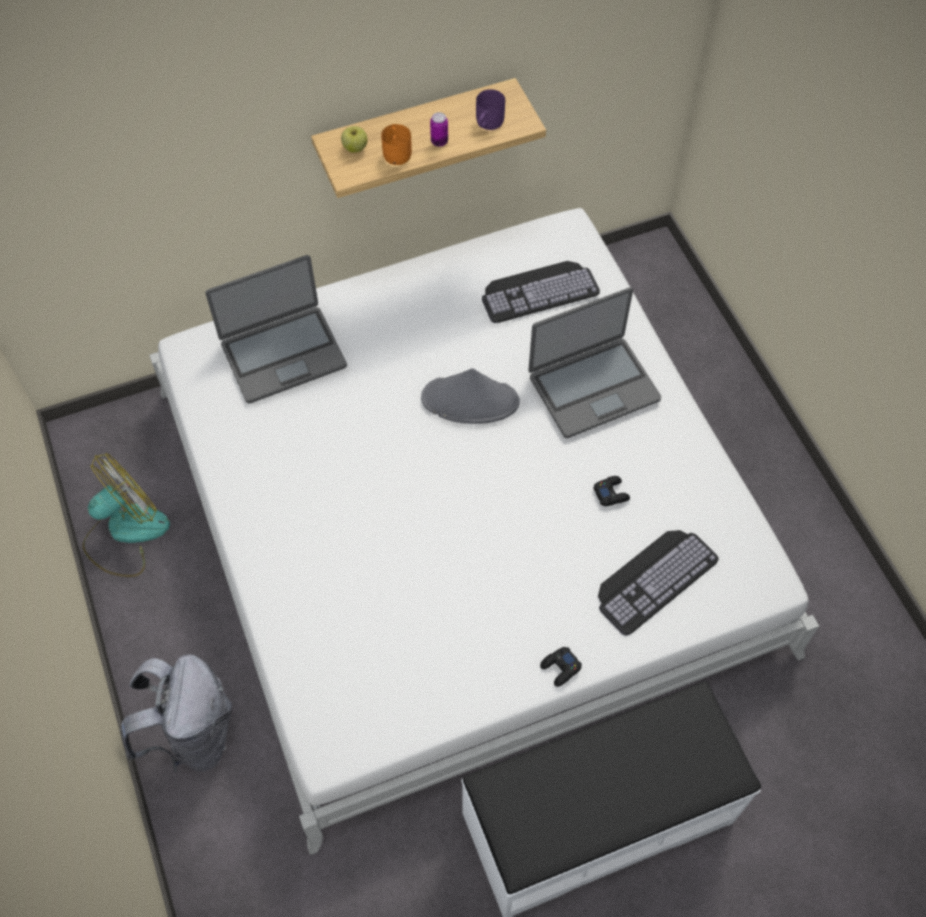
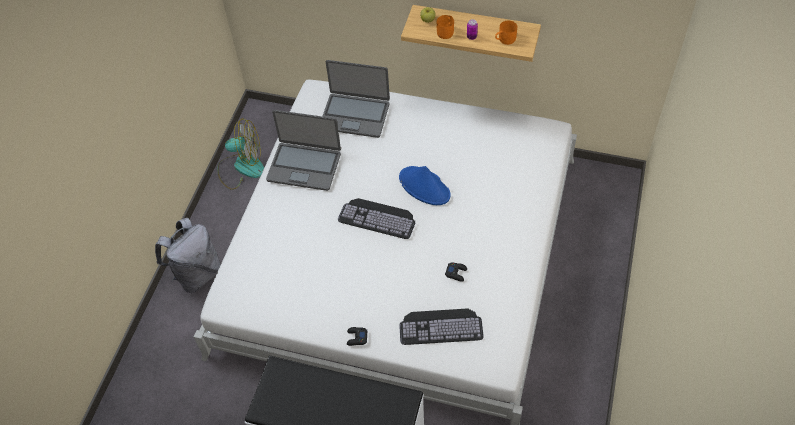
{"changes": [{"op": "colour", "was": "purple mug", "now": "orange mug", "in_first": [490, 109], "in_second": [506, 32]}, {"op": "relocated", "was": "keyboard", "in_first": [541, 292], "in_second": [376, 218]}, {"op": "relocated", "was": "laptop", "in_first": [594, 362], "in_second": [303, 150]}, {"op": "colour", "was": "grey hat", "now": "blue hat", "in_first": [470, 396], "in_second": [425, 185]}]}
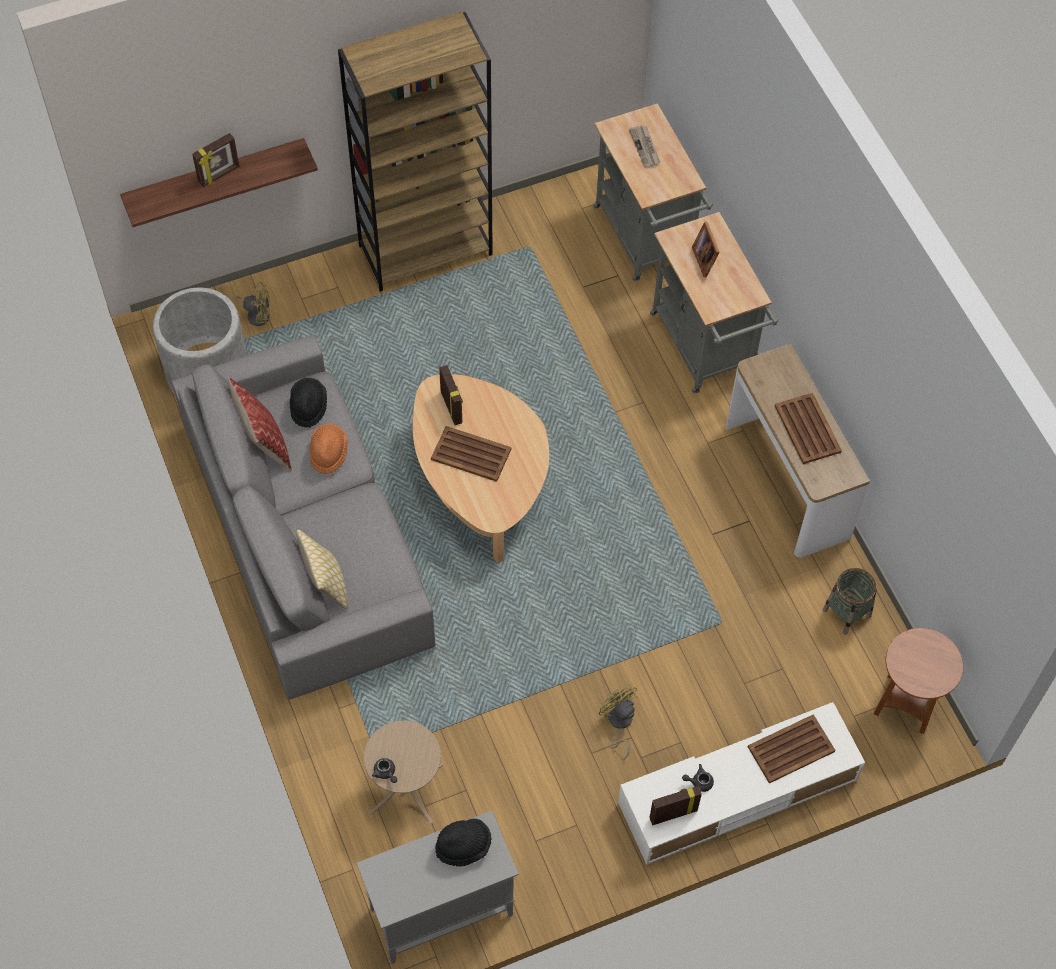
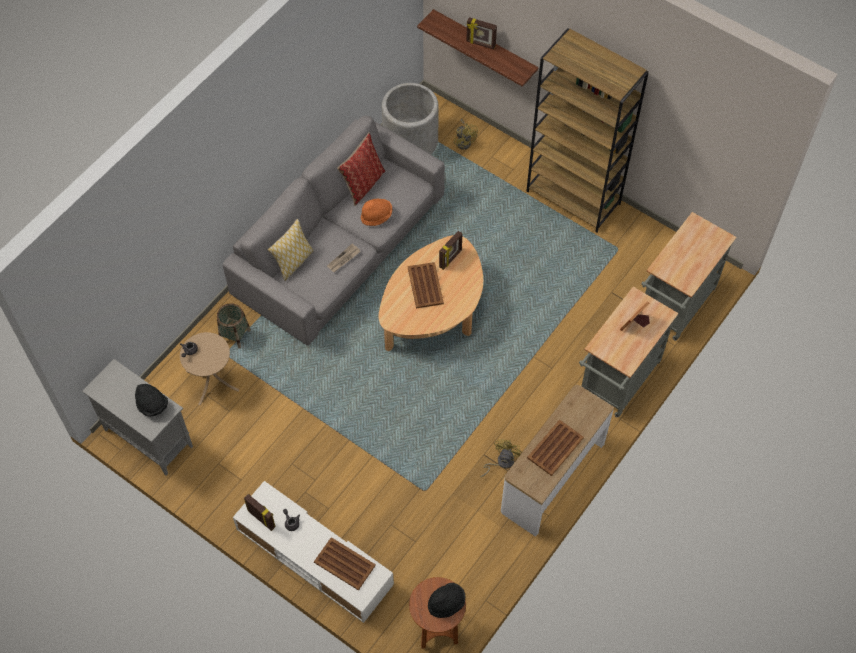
{"changes": [{"op": "relocated", "was": "newspaper", "in_first": [644, 146], "in_second": [343, 258]}, {"op": "relocated", "was": "black hat", "in_first": [308, 403], "in_second": [446, 600]}, {"op": "relocated", "was": "basket", "in_first": [850, 601], "in_second": [234, 326]}, {"op": "relocated", "was": "yellow fan", "in_first": [618, 722], "in_second": [501, 458]}]}
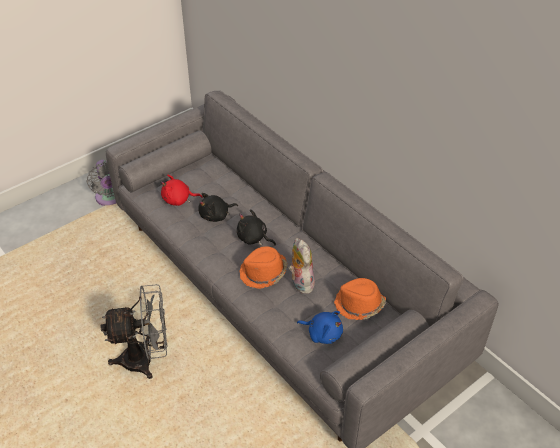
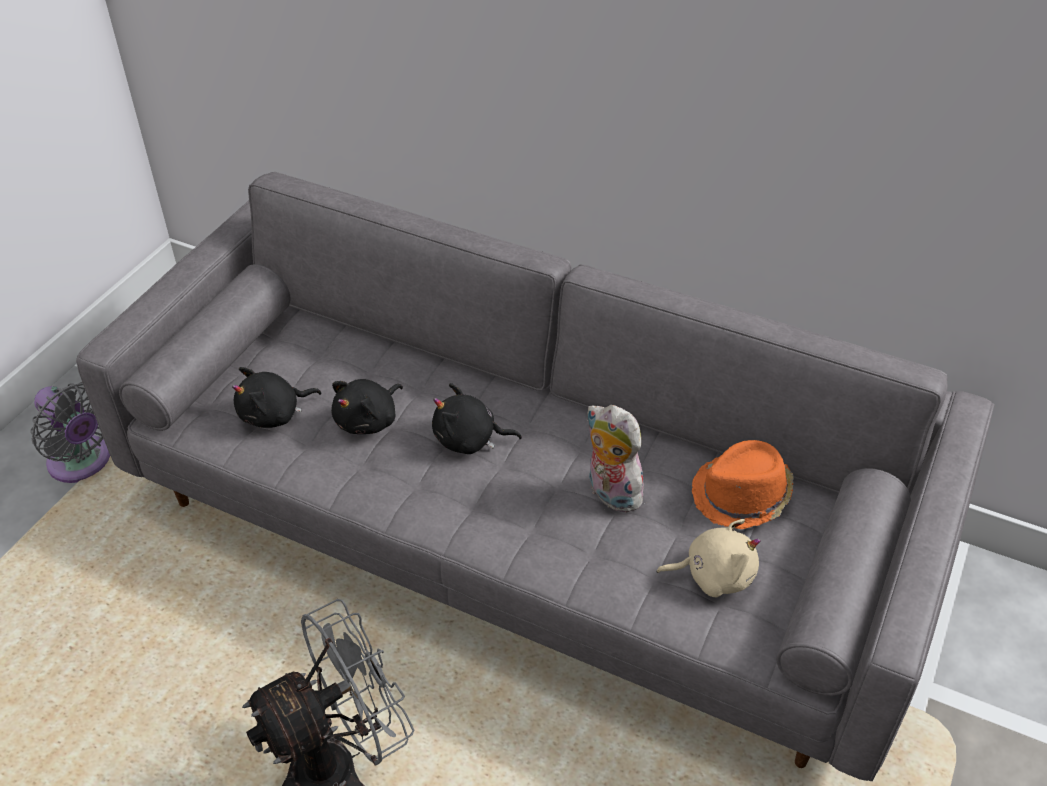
{"changes": [{"op": "colour", "was": "red plush toy", "now": "black plush toy", "in_first": [182, 190], "in_second": [277, 397]}, {"op": "missing", "was": "orange hat", "in_first": [263, 267]}, {"op": "colour", "was": "blue plush toy", "now": "beige plush toy", "in_first": [320, 327], "in_second": [708, 558]}]}
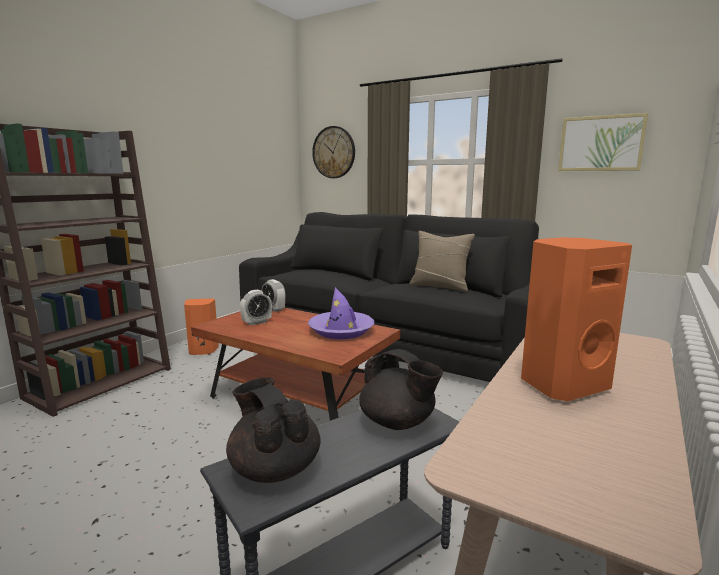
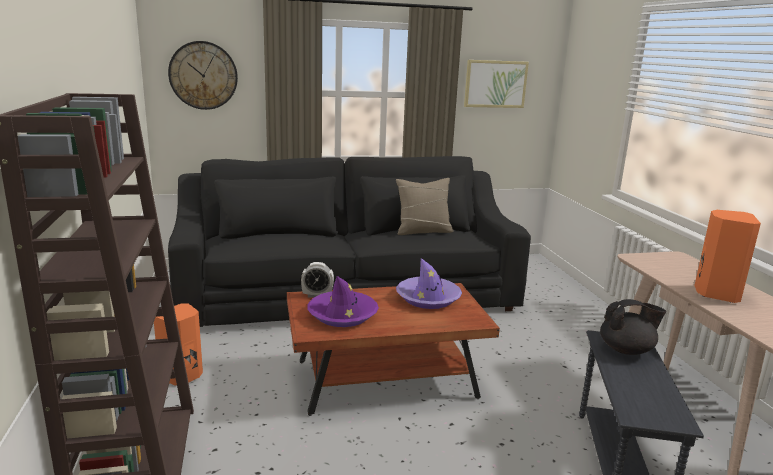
{"changes": [{"op": "exchanged", "was": "alarm clock", "now": "purple hat", "in_first": [256, 308], "in_second": [343, 301]}, {"op": "missing", "was": "black teapot", "in_first": [273, 430]}]}
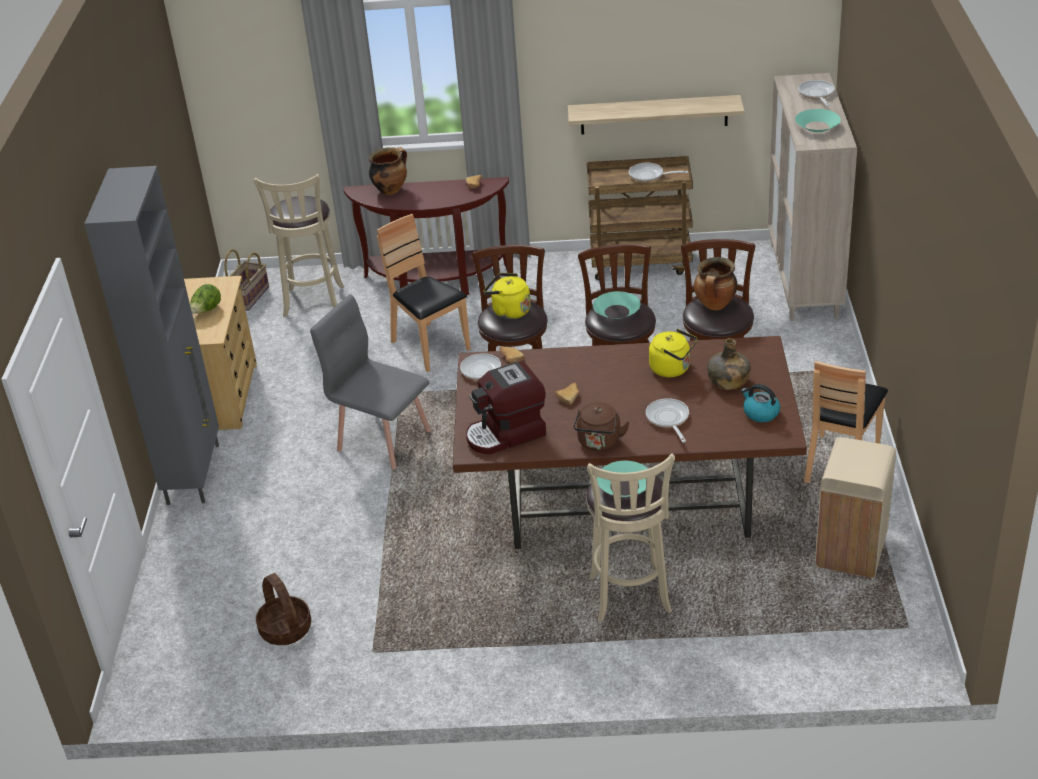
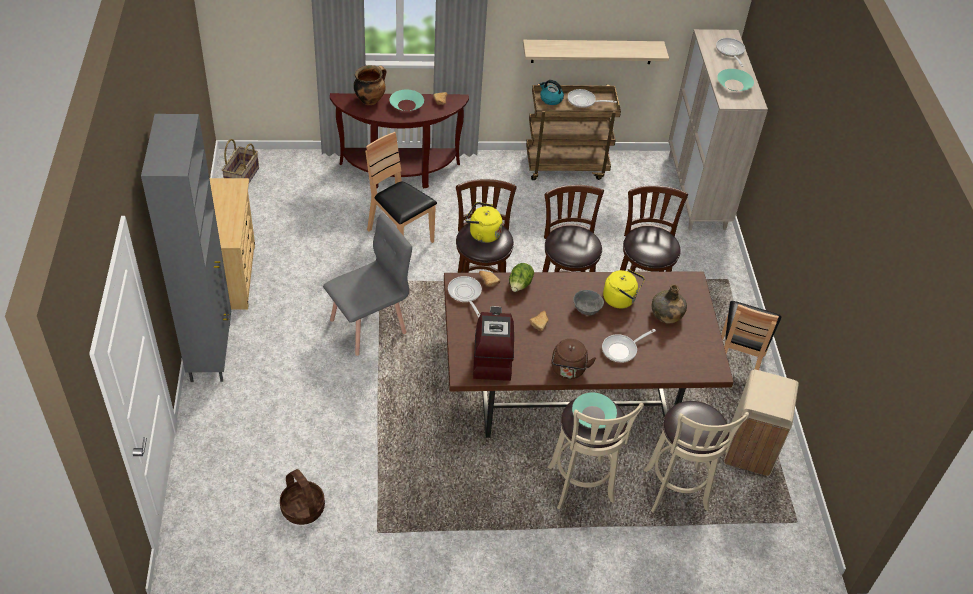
{"changes": [{"op": "relocated", "was": "beige stool", "in_first": [299, 245], "in_second": [696, 456]}, {"op": "missing", "was": "cooking pot", "in_first": [715, 283]}, {"op": "relocated", "was": "lettuce", "in_first": [205, 299], "in_second": [521, 277]}, {"op": "relocated", "was": "turquoise bowl", "in_first": [617, 305], "in_second": [407, 100]}, {"op": "spun", "was": "grey chair", "in_first": [370, 381], "in_second": [367, 284], "clockwise": 120}, {"op": "spun", "was": "coffee machine", "in_first": [506, 407], "in_second": [493, 343], "clockwise": 120}, {"op": "relocated", "was": "kettle", "in_first": [760, 403], "in_second": [552, 92]}, {"op": "spun", "was": "frying pan", "in_first": [667, 420], "in_second": [629, 346], "clockwise": -105}, {"op": "appeared", "now": "grey bowl", "in_second": [588, 302]}]}
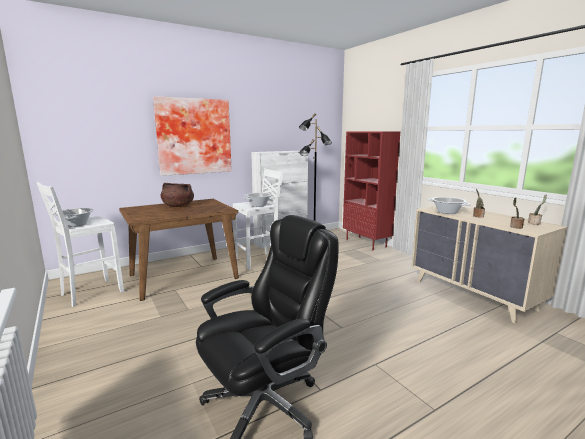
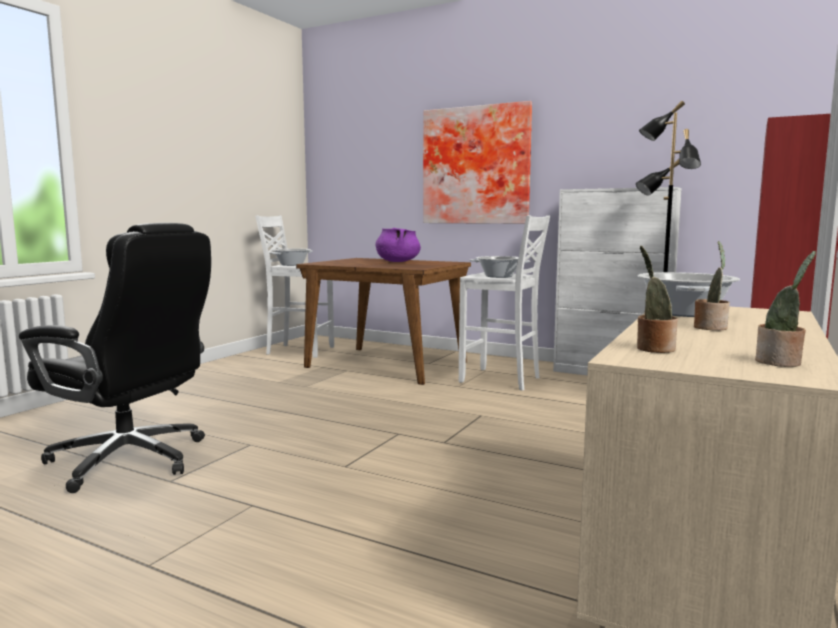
{"changes": [{"op": "colour", "was": "brown cooking pot", "now": "purple cooking pot", "in_first": [177, 195], "in_second": [398, 245]}]}
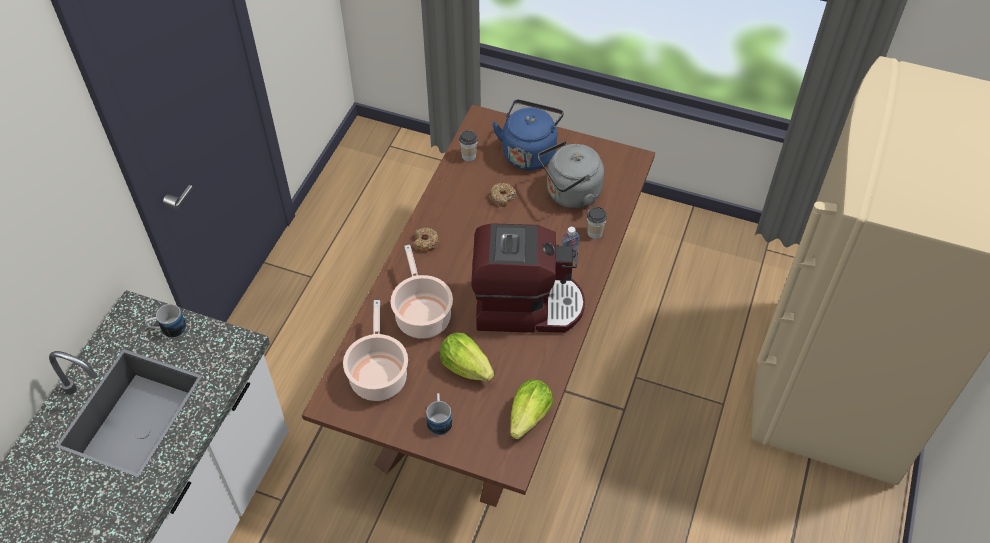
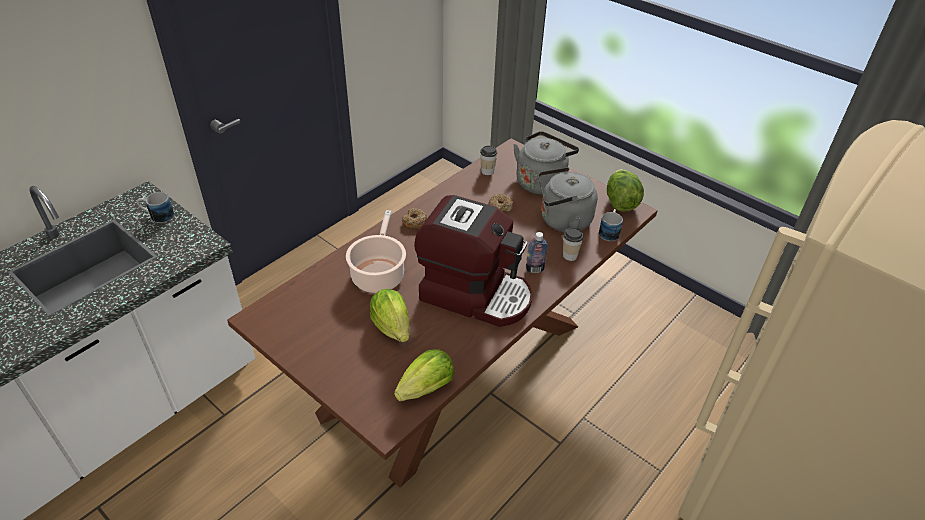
{"changes": [{"op": "colour", "was": "blue kettle", "now": "grey kettle", "in_first": [528, 135], "in_second": [546, 163]}, {"op": "missing", "was": "cooking pot", "in_first": [375, 350]}, {"op": "relocated", "was": "mug", "in_first": [439, 414], "in_second": [611, 225]}, {"op": "appeared", "now": "lettuce", "in_second": [625, 190]}]}
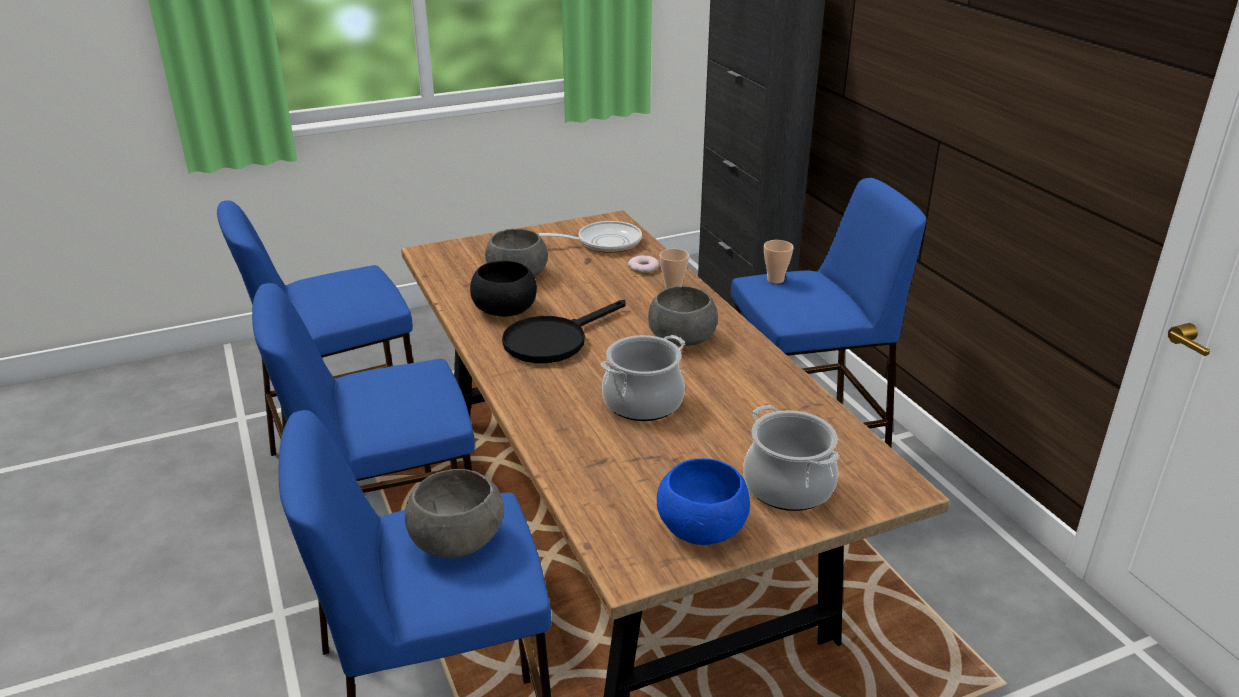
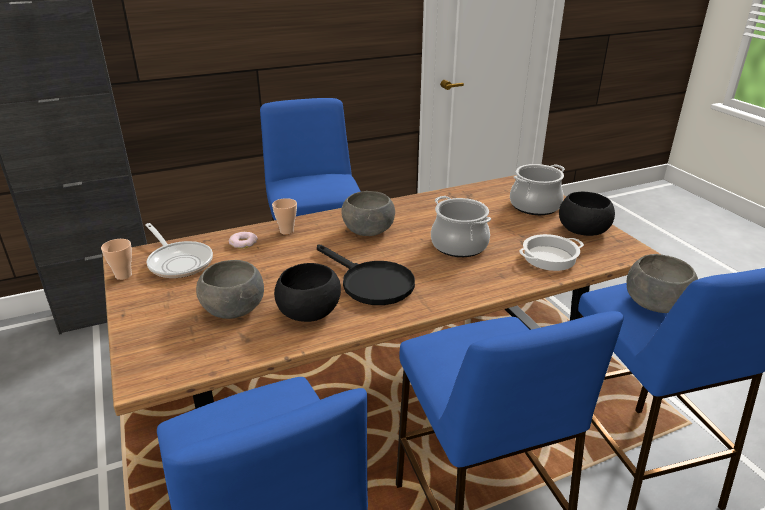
{"changes": [{"op": "spun", "was": "frying pan", "in_first": [589, 237], "in_second": [179, 250], "clockwise": 150}, {"op": "relocated", "was": "cup", "in_first": [779, 262], "in_second": [116, 259]}, {"op": "colour", "was": "blue bowl", "now": "black bowl", "in_first": [703, 501], "in_second": [587, 214]}, {"op": "appeared", "now": "cooking pot", "in_second": [551, 252]}]}
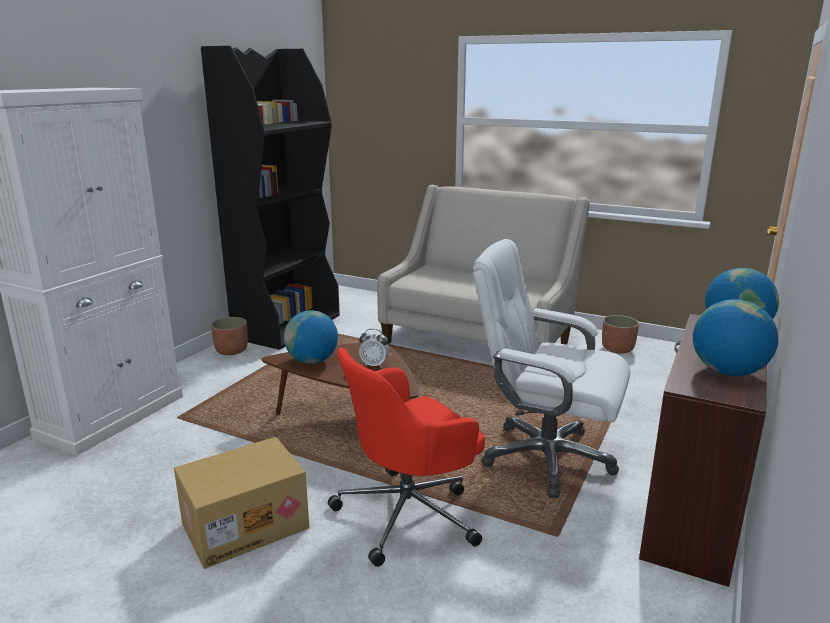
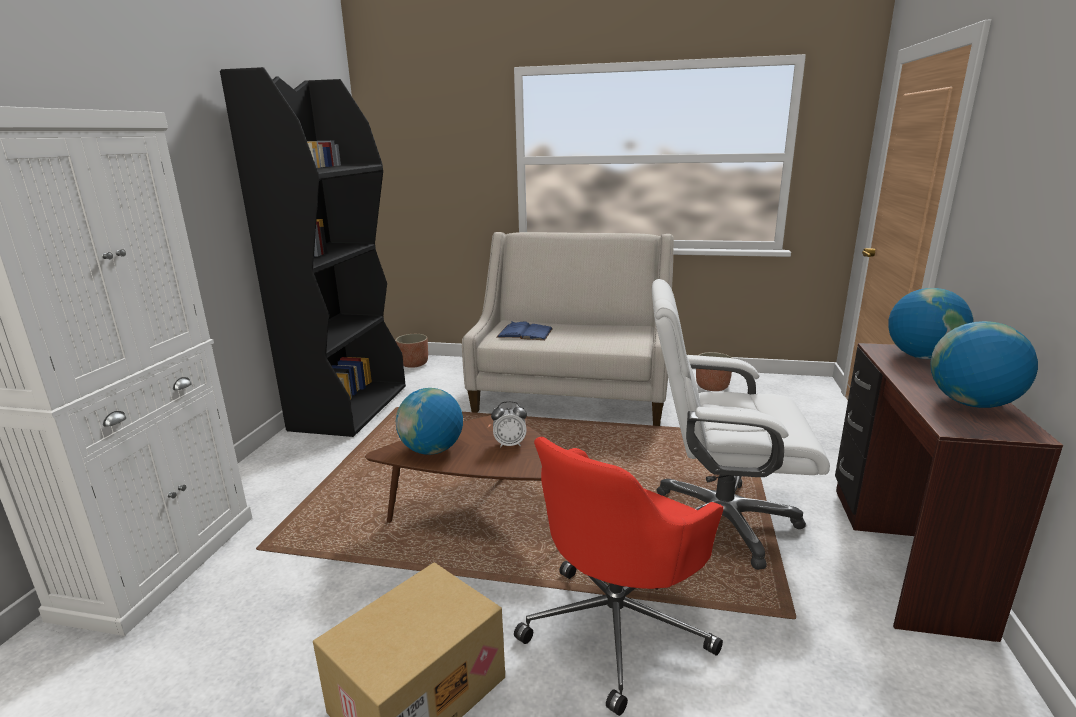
{"changes": [{"op": "relocated", "was": "planter", "in_first": [229, 336], "in_second": [411, 351]}, {"op": "appeared", "now": "blue book", "in_second": [525, 330]}]}
